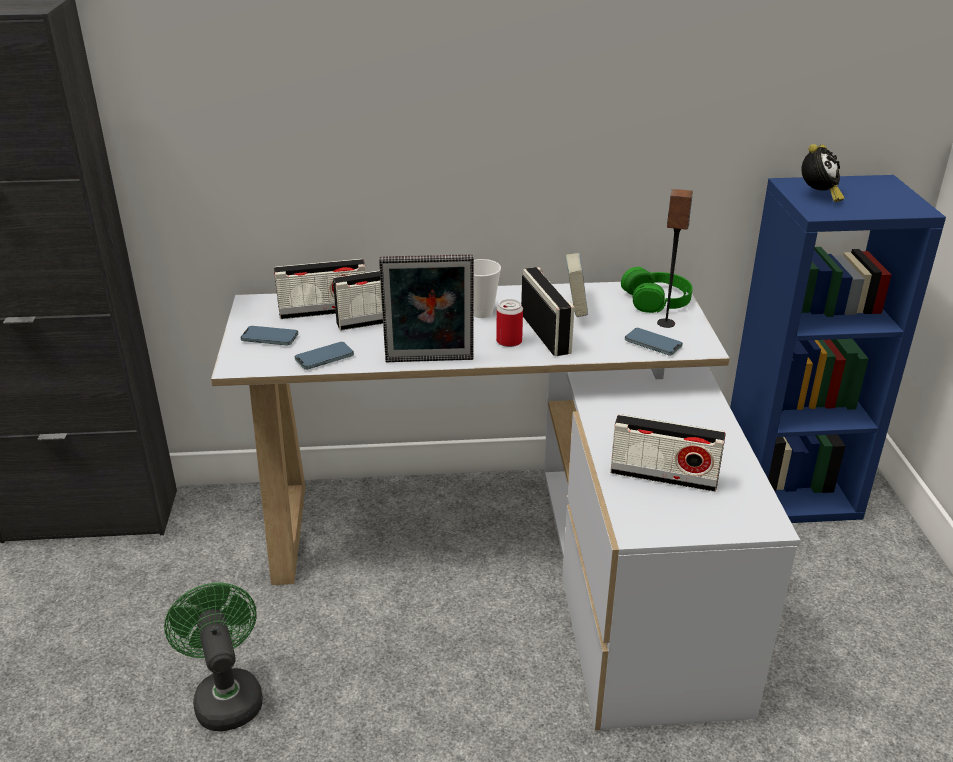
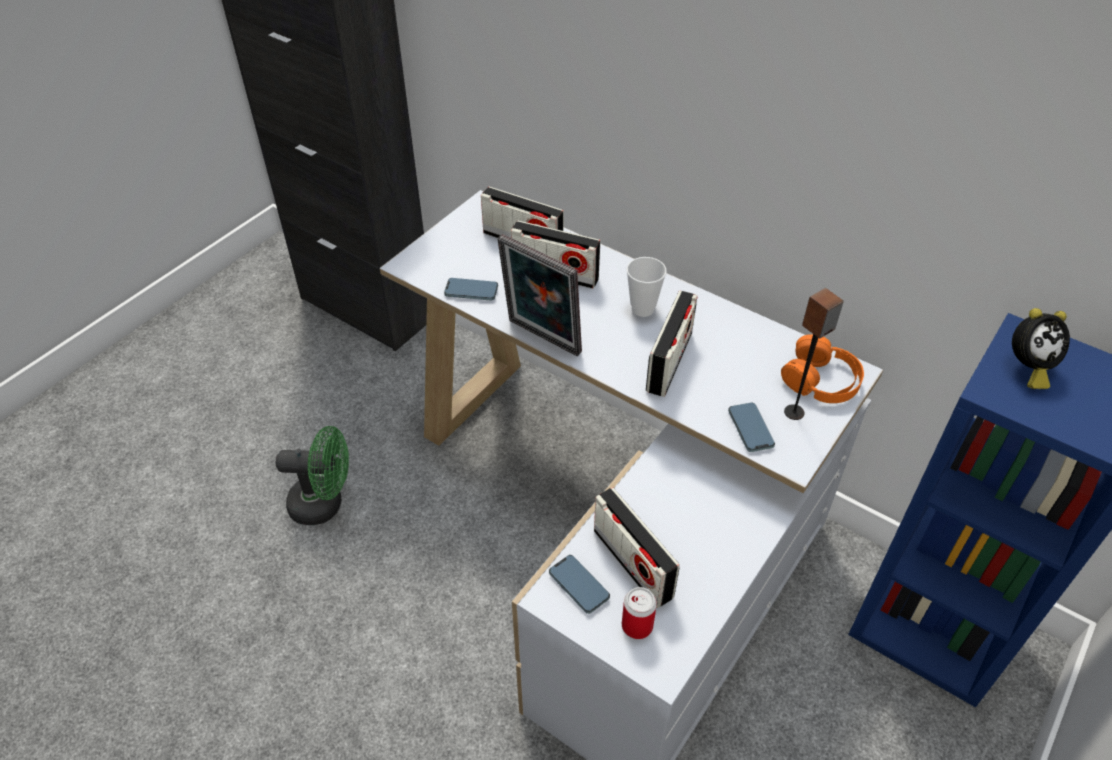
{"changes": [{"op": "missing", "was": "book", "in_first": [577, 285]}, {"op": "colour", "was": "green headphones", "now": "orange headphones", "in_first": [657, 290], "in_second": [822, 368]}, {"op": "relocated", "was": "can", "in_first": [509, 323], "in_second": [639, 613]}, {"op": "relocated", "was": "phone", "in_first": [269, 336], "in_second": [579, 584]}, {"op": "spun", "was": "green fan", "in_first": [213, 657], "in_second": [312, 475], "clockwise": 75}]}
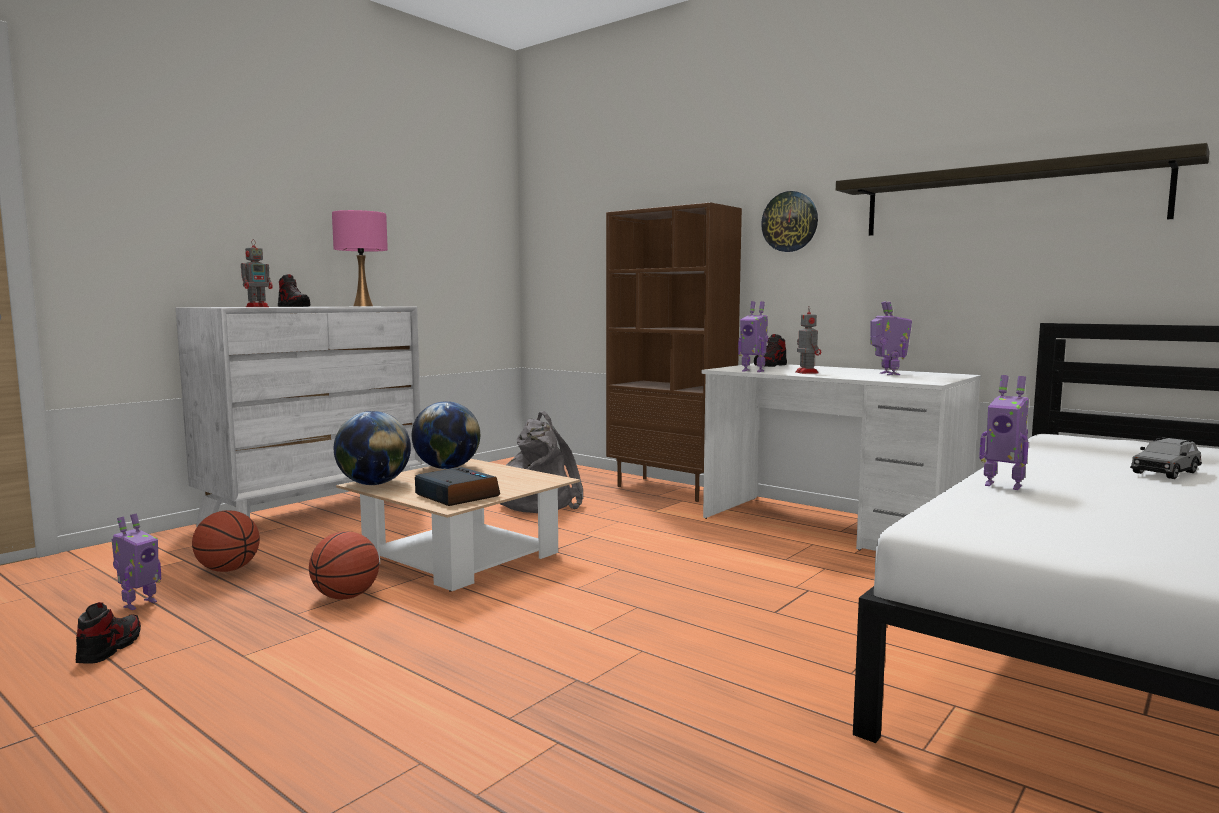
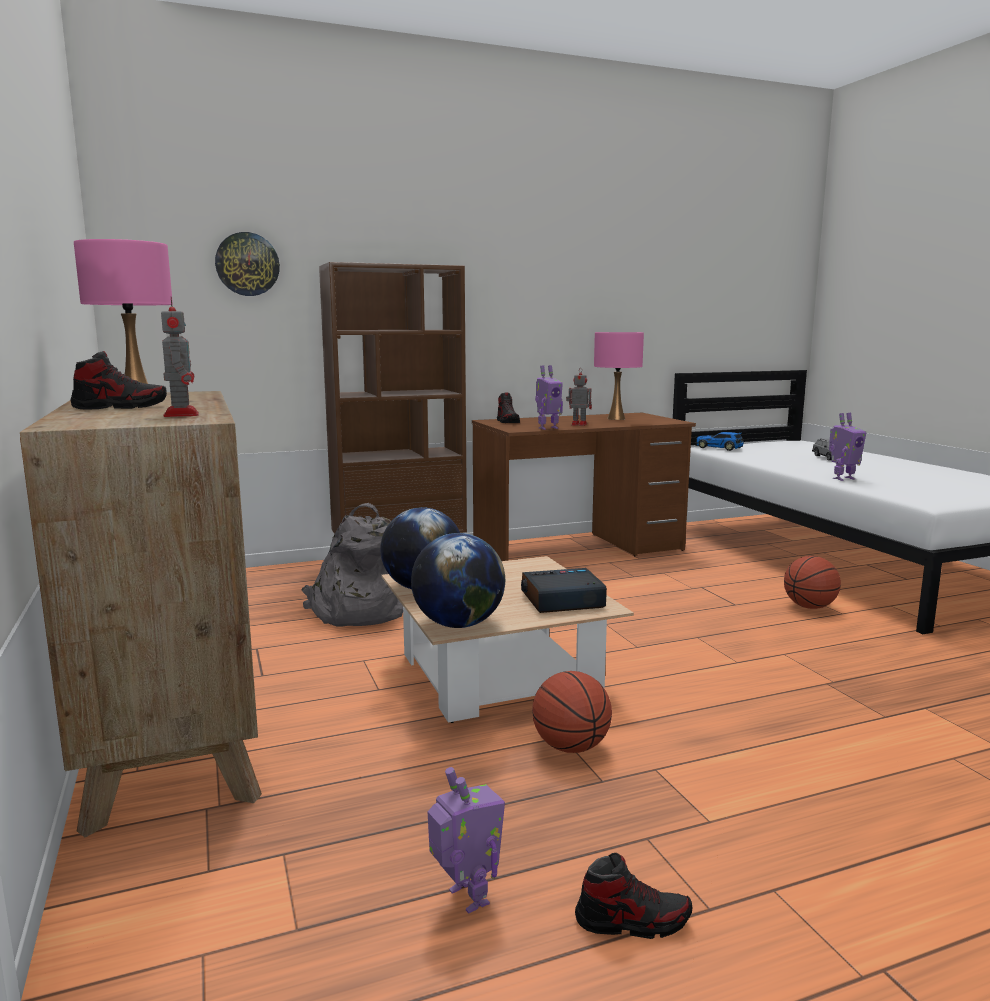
{"changes": [{"op": "missing", "was": "shelf", "in_first": [1023, 189]}, {"op": "relocated", "was": "wall clock", "in_first": [789, 221], "in_second": [247, 264]}, {"op": "exchanged", "was": "toy robot", "now": "pink table lamp", "in_first": [891, 338], "in_second": [619, 376]}, {"op": "colour", "was": "white dresser", "now": "brown dresser", "in_first": [299, 417], "in_second": [141, 614]}, {"op": "colour", "was": "white desk", "now": "brown desk", "in_first": [841, 457], "in_second": [584, 487]}, {"op": "relocated", "was": "basketball", "in_first": [226, 541], "in_second": [812, 582]}, {"op": "spun", "was": "shoe", "in_first": [108, 633], "in_second": [634, 896], "clockwise": 150}, {"op": "appeared", "now": "toy car", "in_second": [720, 441]}]}
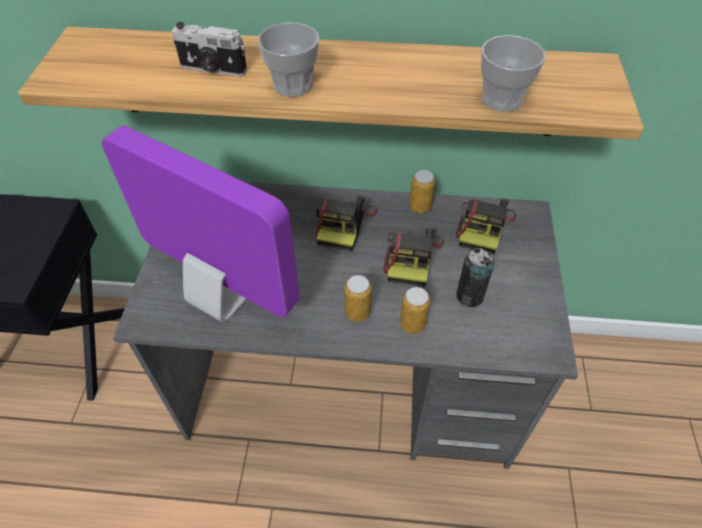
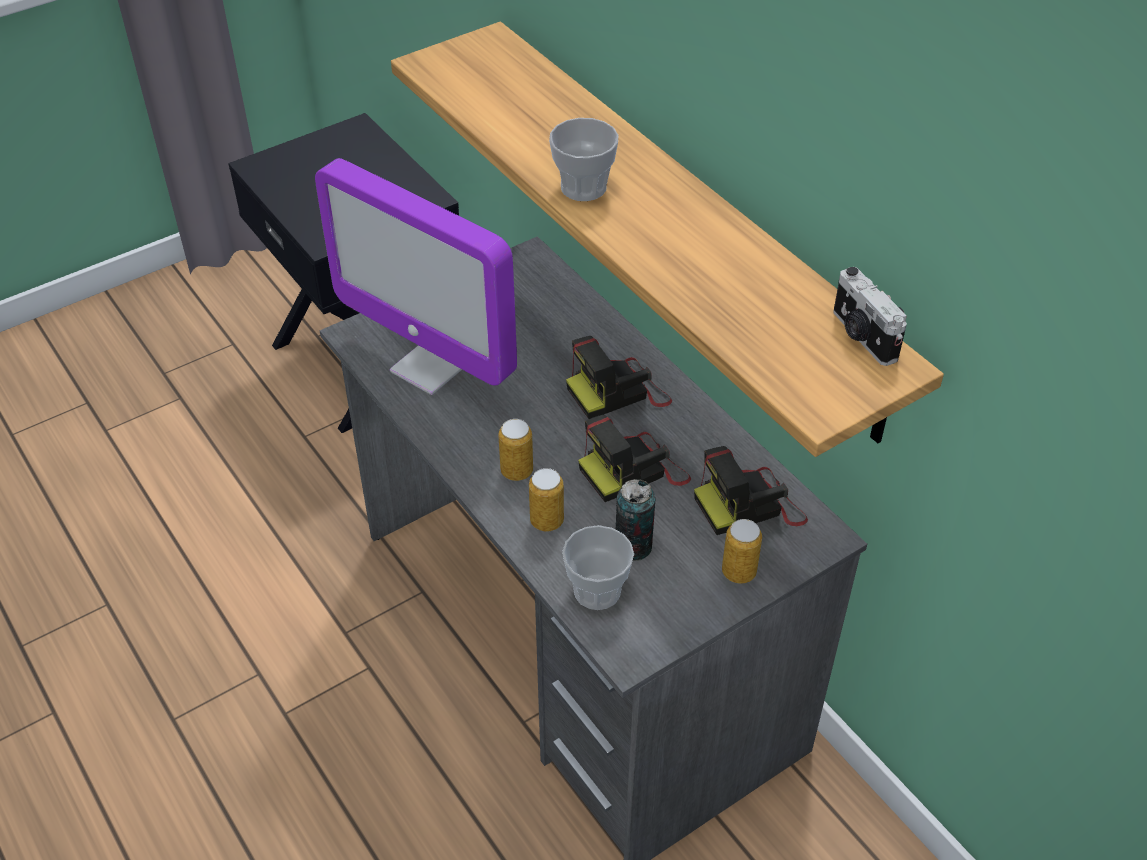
{"changes": [{"op": "relocated", "was": "photo camera", "in_first": [209, 49], "in_second": [870, 316]}, {"op": "relocated", "was": "cup", "in_first": [513, 73], "in_second": [598, 567]}, {"op": "spun", "was": "monitor", "in_first": [200, 224], "in_second": [416, 276], "clockwise": 135}, {"op": "relocated", "was": "can", "in_first": [422, 192], "in_second": [742, 551]}]}
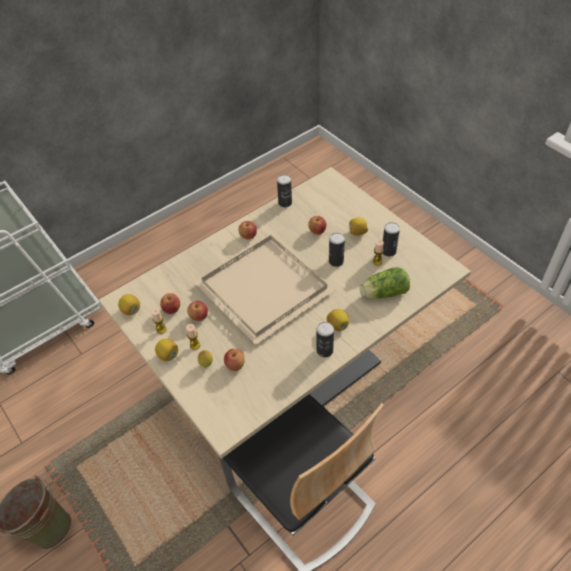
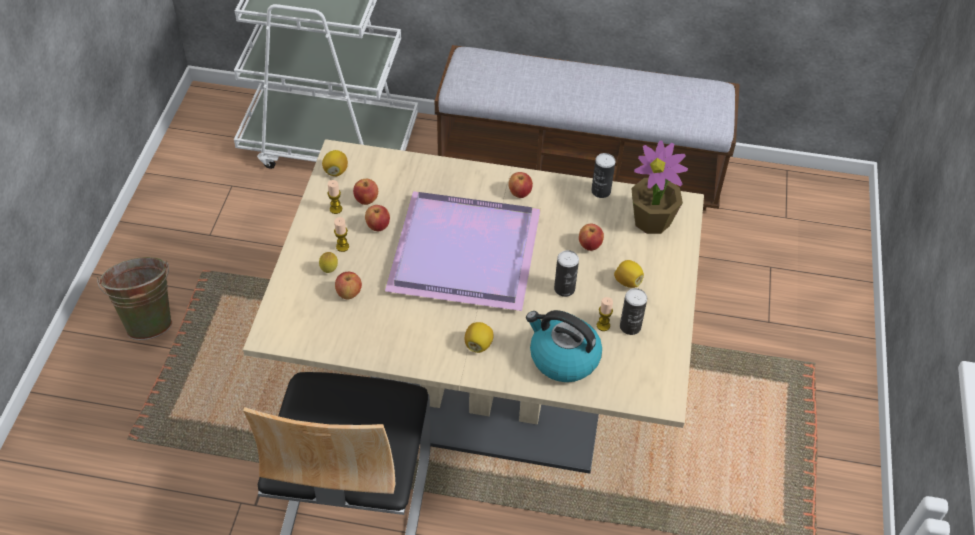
{"changes": [{"op": "colour", "was": "beige tray", "now": "purple tray", "in_first": [264, 289], "in_second": [463, 251]}, {"op": "exchanged", "was": "lettuce", "now": "kettle", "in_first": [385, 283], "in_second": [564, 346]}, {"op": "missing", "was": "can", "in_first": [325, 339]}, {"op": "missing", "was": "lemon", "in_first": [166, 350]}, {"op": "appeared", "now": "bench", "in_second": [587, 128]}, {"op": "appeared", "now": "potted plant", "in_second": [659, 187]}]}
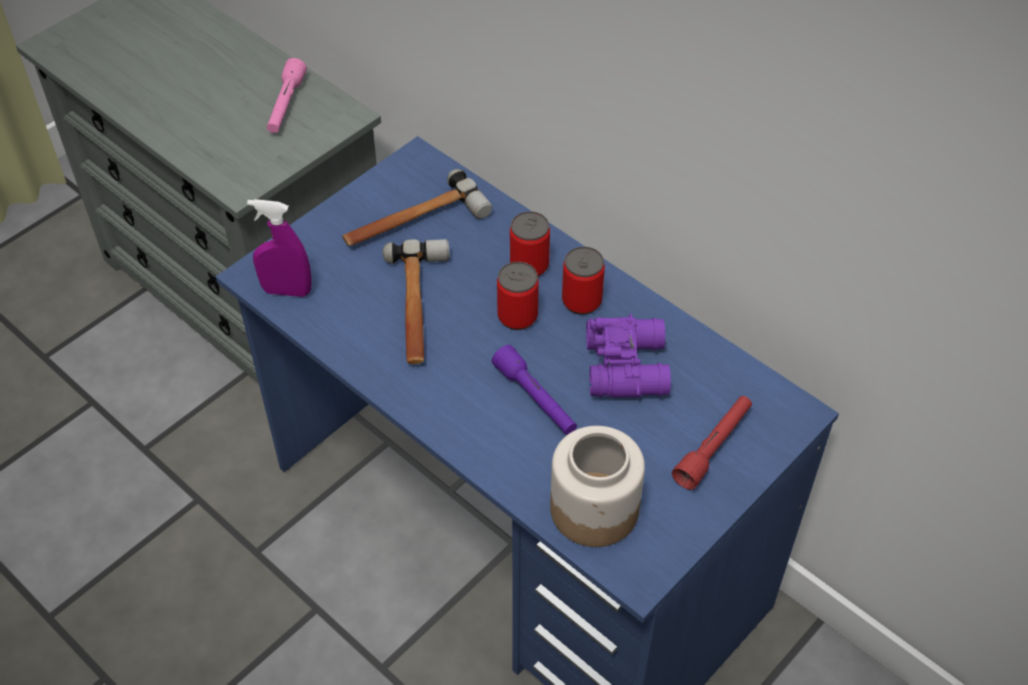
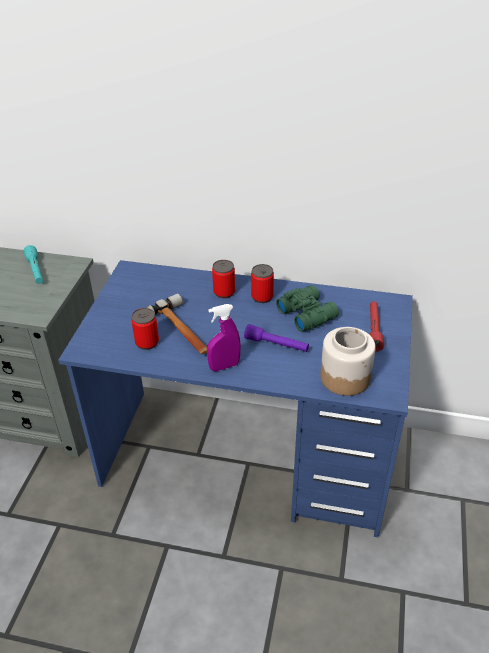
{"changes": [{"op": "colour", "was": "pink flashlight", "now": "turquoise flashlight", "in_first": [287, 95], "in_second": [33, 264]}, {"op": "missing", "was": "hammer", "in_first": [417, 207]}, {"op": "relocated", "was": "purple spray bottle", "in_first": [279, 248], "in_second": [224, 337]}, {"op": "relocated", "was": "can", "in_first": [518, 296], "in_second": [145, 329]}, {"op": "colour", "was": "purple binoculars", "now": "green binoculars", "in_first": [628, 356], "in_second": [307, 308]}]}
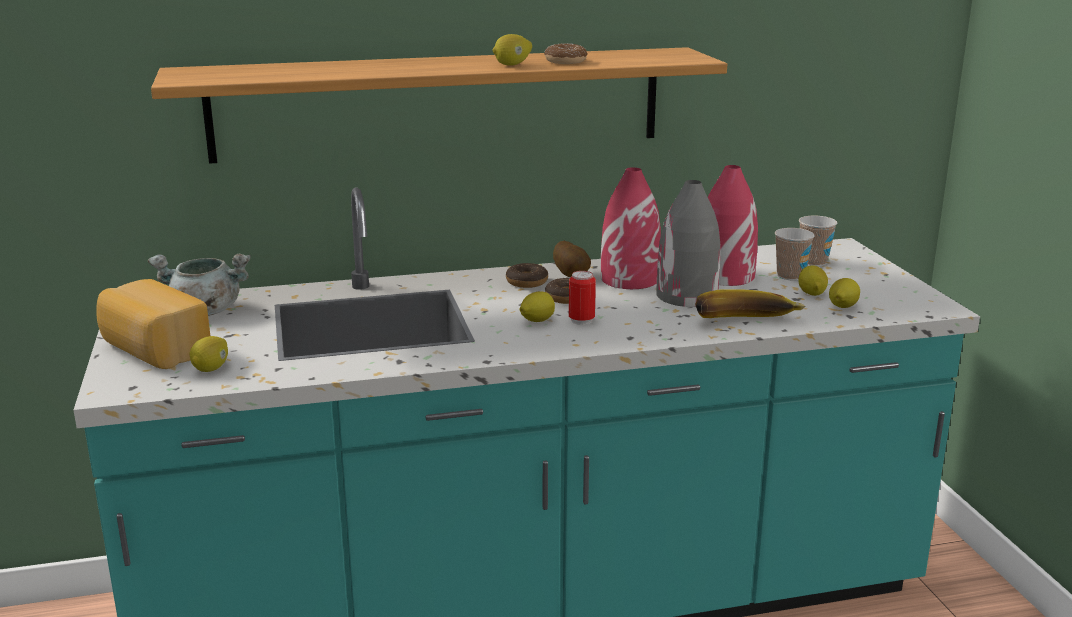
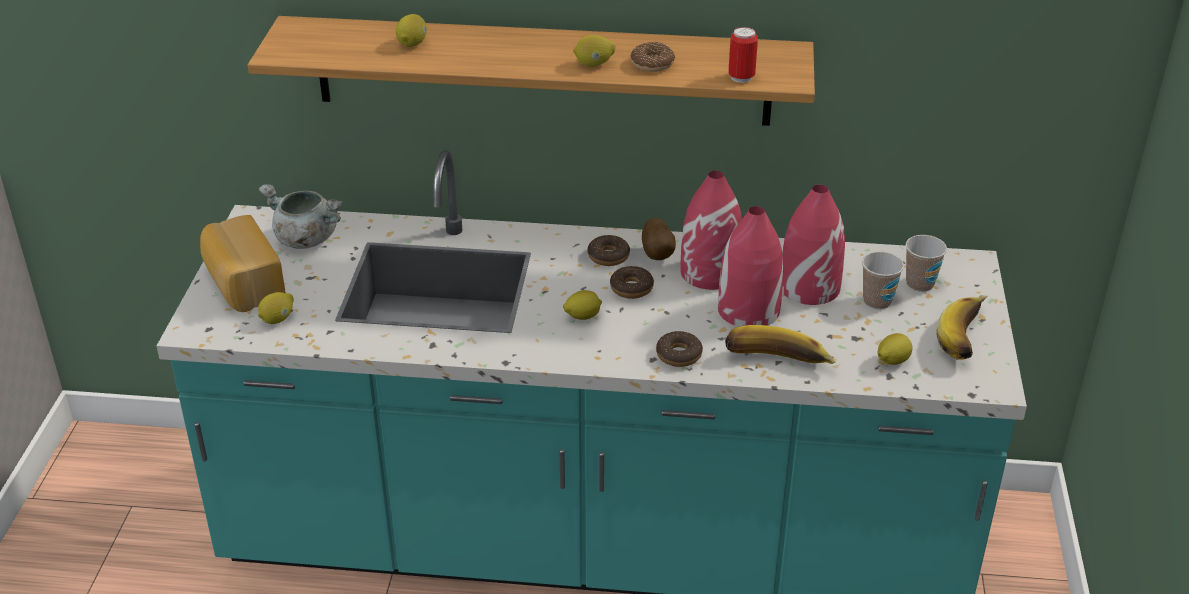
{"changes": [{"op": "colour", "was": "grey vase", "now": "red vase", "in_first": [688, 243], "in_second": [750, 266]}, {"op": "relocated", "was": "lemon", "in_first": [813, 280], "in_second": [411, 30]}, {"op": "relocated", "was": "can", "in_first": [582, 298], "in_second": [743, 55]}, {"op": "appeared", "now": "banana", "in_second": [961, 327]}, {"op": "appeared", "now": "donut", "in_second": [679, 349]}]}
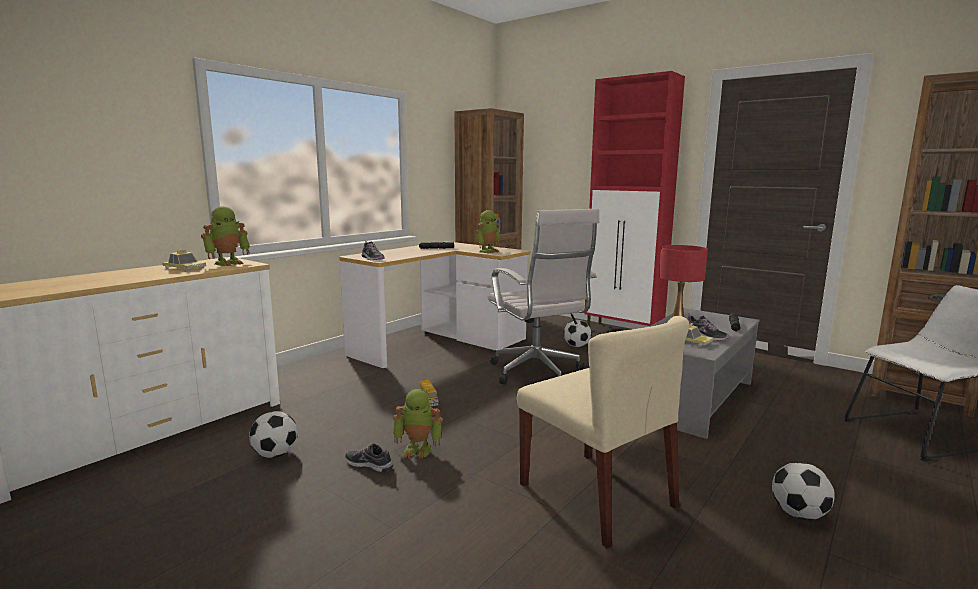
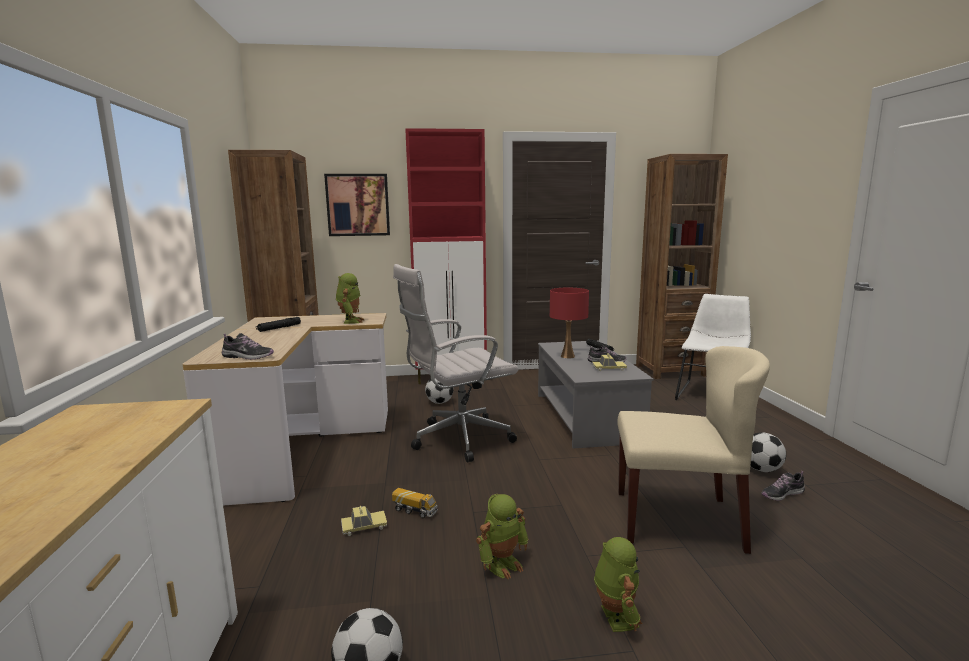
{"changes": [{"op": "relocated", "was": "toy robot", "in_first": [225, 236], "in_second": [618, 584]}, {"op": "spun", "was": "white office chair", "in_first": [543, 297], "in_second": [455, 363], "clockwise": 135}, {"op": "relocated", "was": "toy car", "in_first": [184, 260], "in_second": [364, 521]}, {"op": "relocated", "was": "shoe", "in_first": [369, 458], "in_second": [783, 486]}, {"op": "appeared", "now": "picture", "in_second": [357, 205]}]}
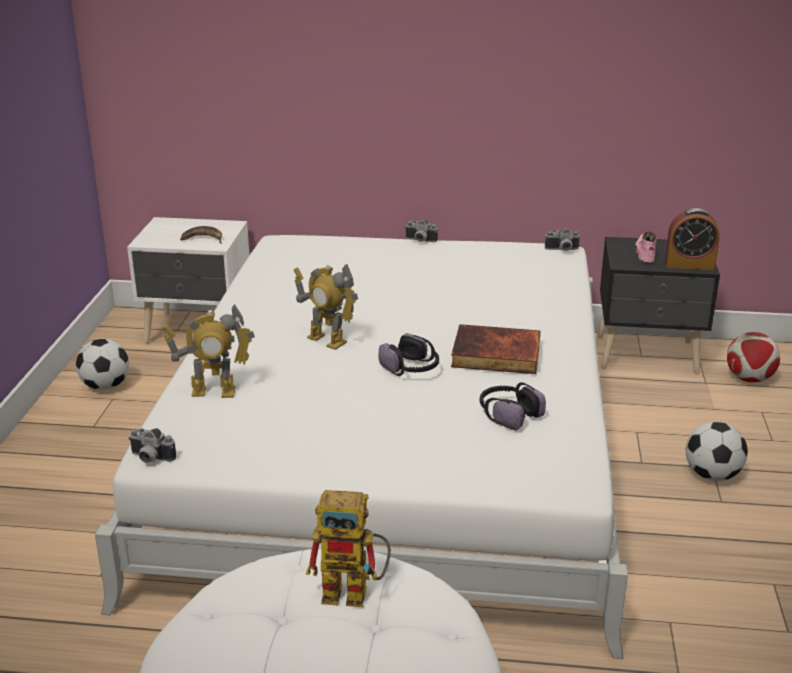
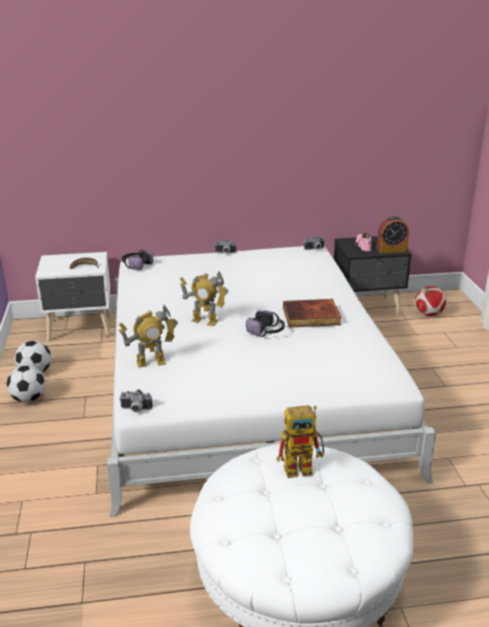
{"changes": [{"op": "relocated", "was": "headphones", "in_first": [513, 406], "in_second": [137, 259]}, {"op": "relocated", "was": "football", "in_first": [716, 451], "in_second": [26, 384]}]}
